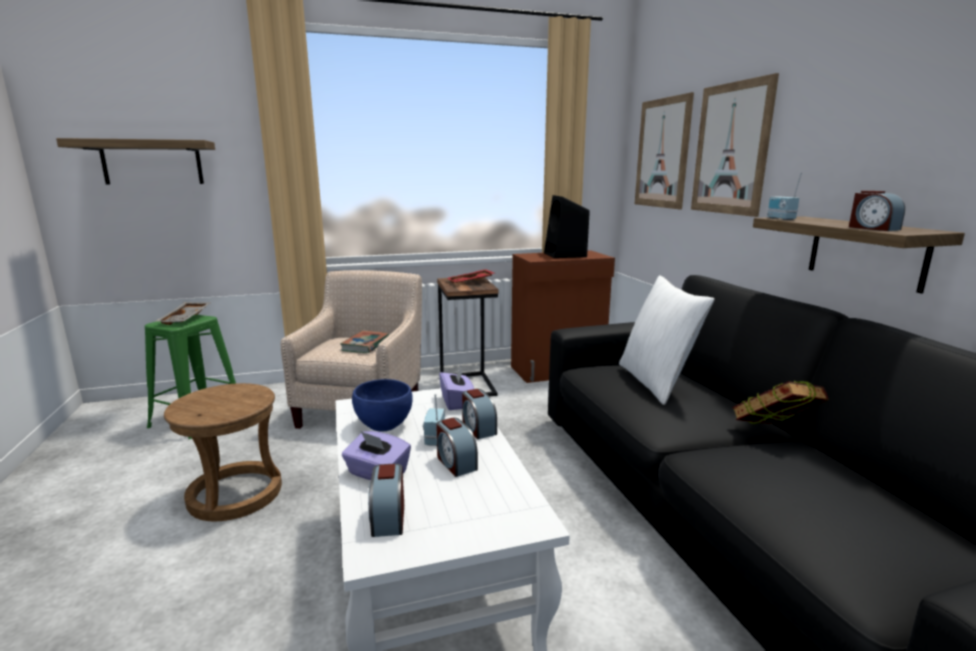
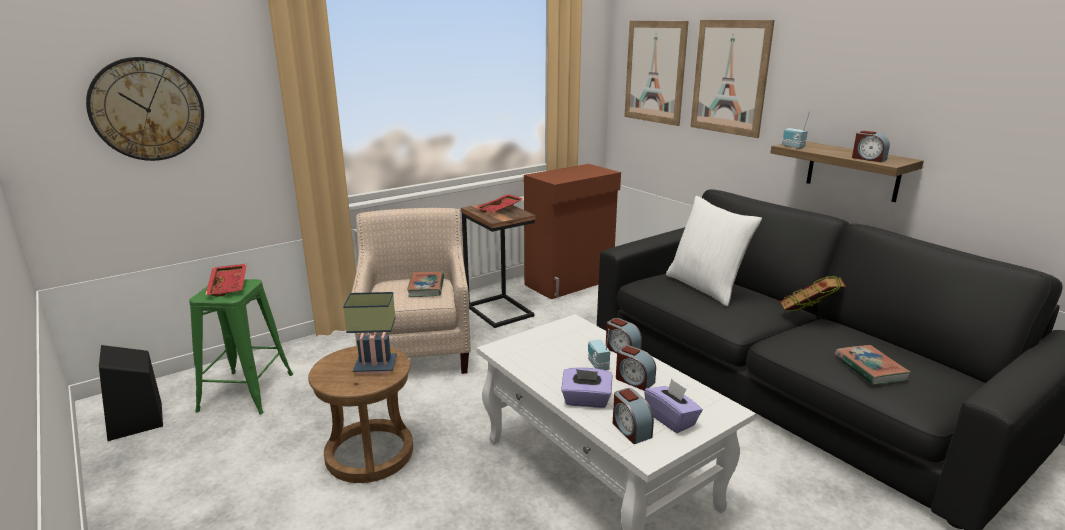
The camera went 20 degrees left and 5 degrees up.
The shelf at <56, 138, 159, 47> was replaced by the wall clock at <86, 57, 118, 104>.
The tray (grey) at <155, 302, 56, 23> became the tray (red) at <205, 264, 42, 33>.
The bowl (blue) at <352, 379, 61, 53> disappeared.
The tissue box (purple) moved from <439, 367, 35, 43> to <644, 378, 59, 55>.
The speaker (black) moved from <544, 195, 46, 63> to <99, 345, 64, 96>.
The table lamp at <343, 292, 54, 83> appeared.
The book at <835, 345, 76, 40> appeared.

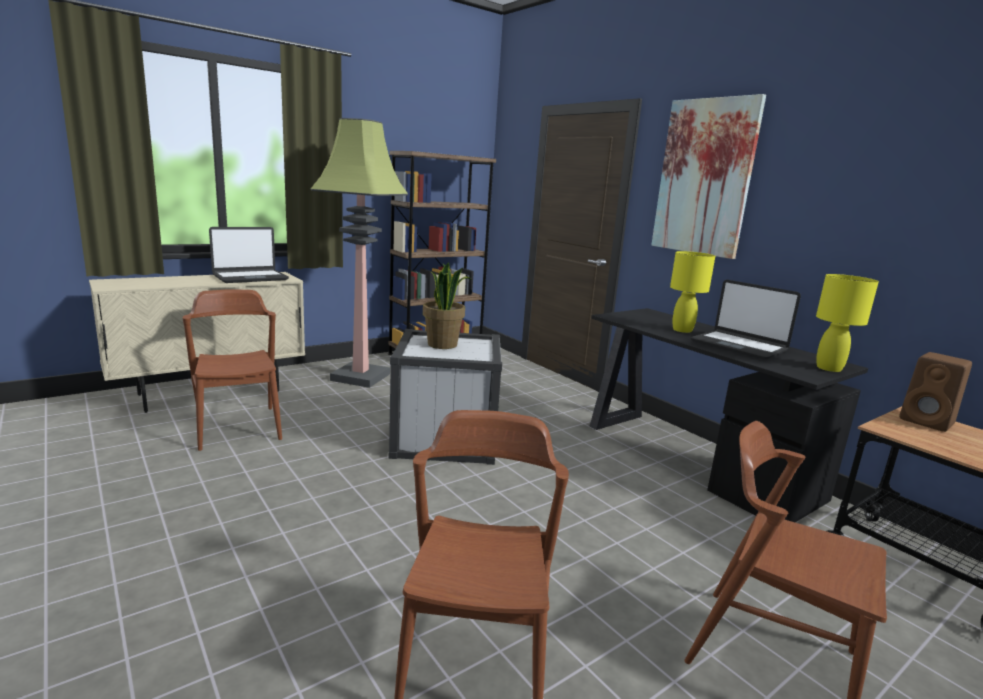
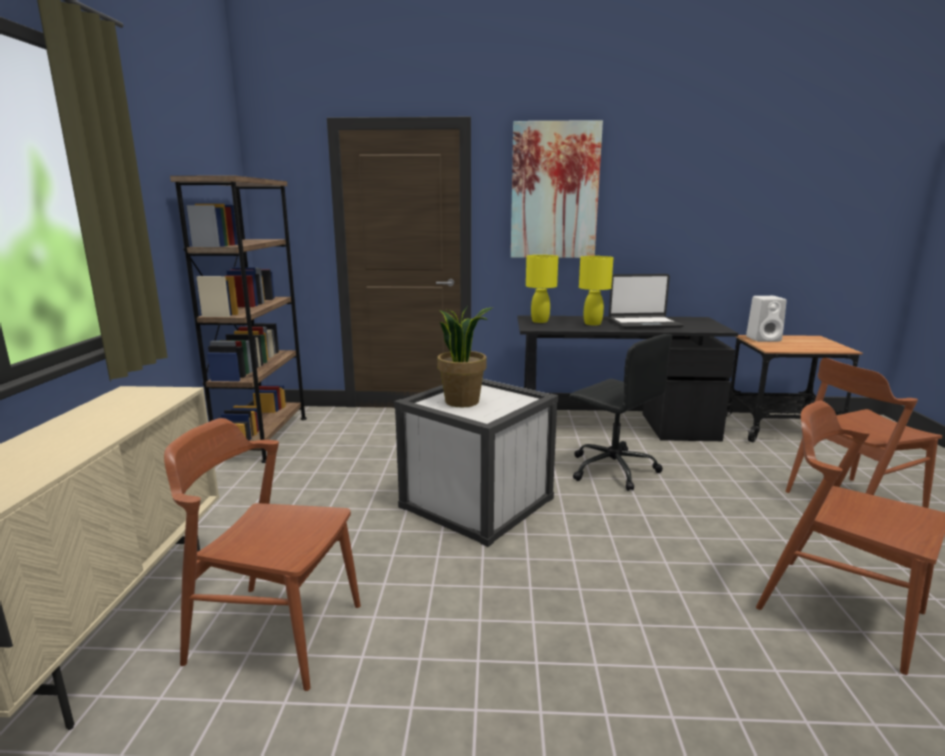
The camera went 50 degrees left and 0 degrees up.
The laptop at <209, 227, 80, 56> disappeared.
The floor lamp at <310, 118, 98, 270> disappeared.
The table lamp (yellow) moved from <816, 274, 63, 98> to <526, 255, 32, 68>.
The speaker (brown) at <899, 352, 73, 80> became the speaker (white) at <746, 296, 40, 46>.
The office chair (black) at <569, 334, 103, 157> appeared.

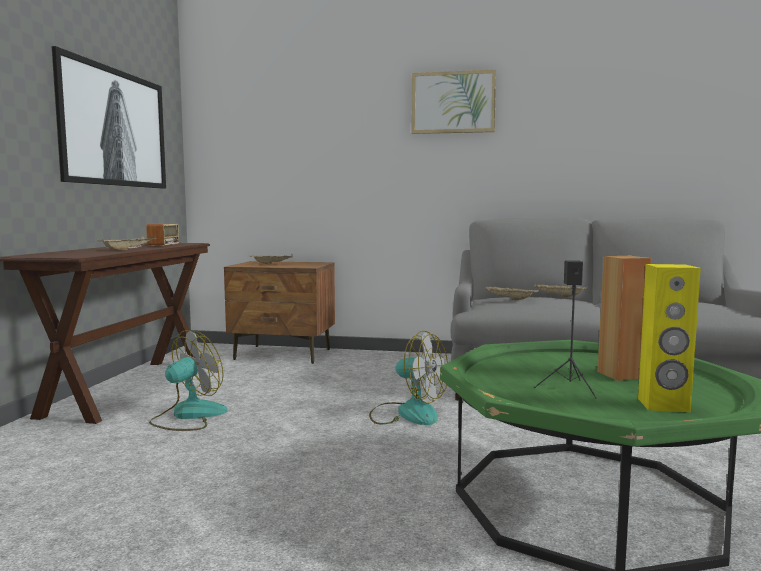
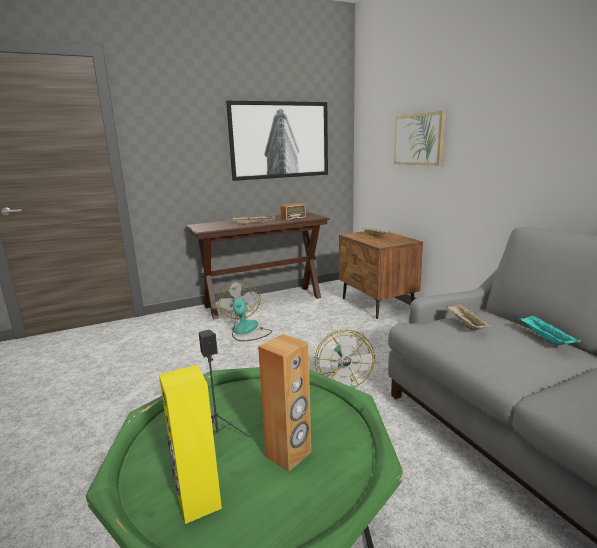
The camera went 55 degrees right and 10 degrees up.
The fan at <149, 330, 78, 101> turned 105 degrees counterclockwise.
The picture moved from <411, 69, 85, 65> to <394, 111, 52, 55>.
The tray (beige) at <534, 284, 54, 13> became the tray (turquoise) at <519, 315, 62, 30>.

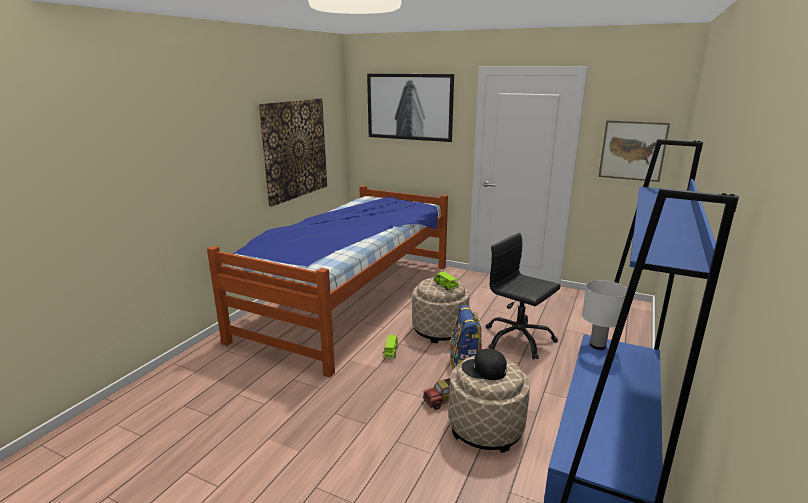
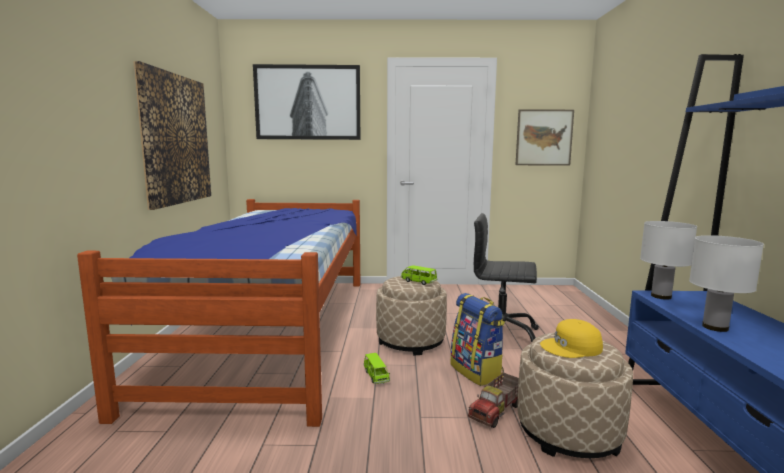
The camera went 25 degrees left and 10 degrees down.
The cap (black) at <462, 349, 45, 31> became the cap (yellow) at <540, 319, 63, 39>.
The table lamp (white) at <689, 235, 75, 97> appeared.

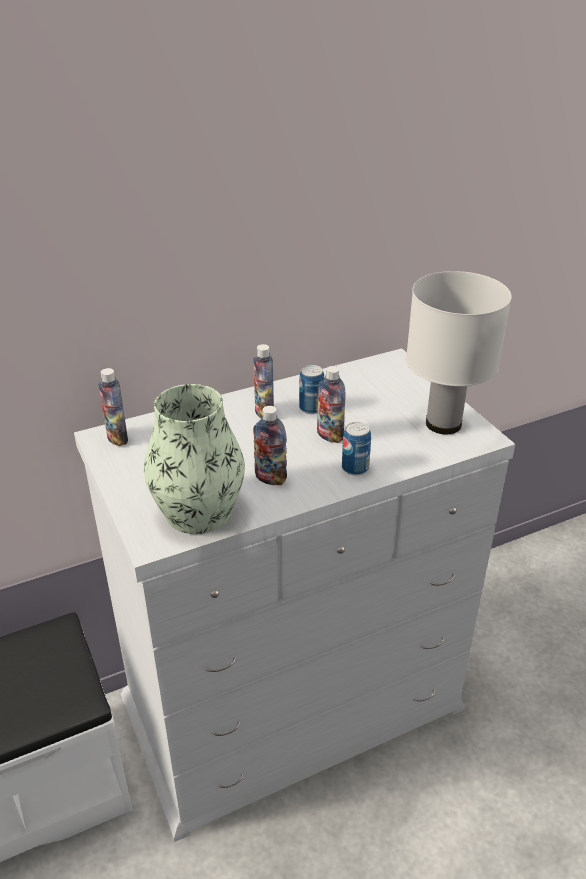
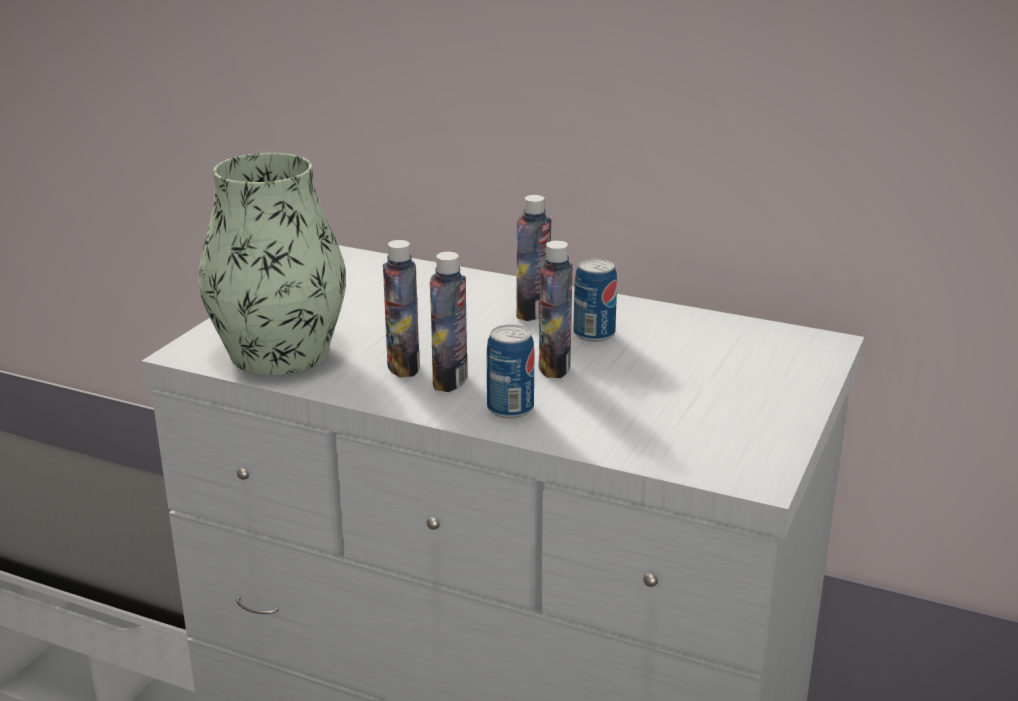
The camera went 50 degrees right and 10 degrees down.
The bottle moved from <98, 368, 30, 78> to <430, 252, 38, 140>.
The table lamp (white) at <406, 271, 106, 163> disappeared.

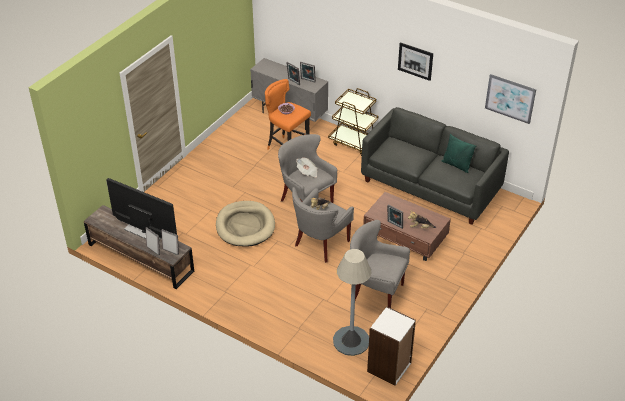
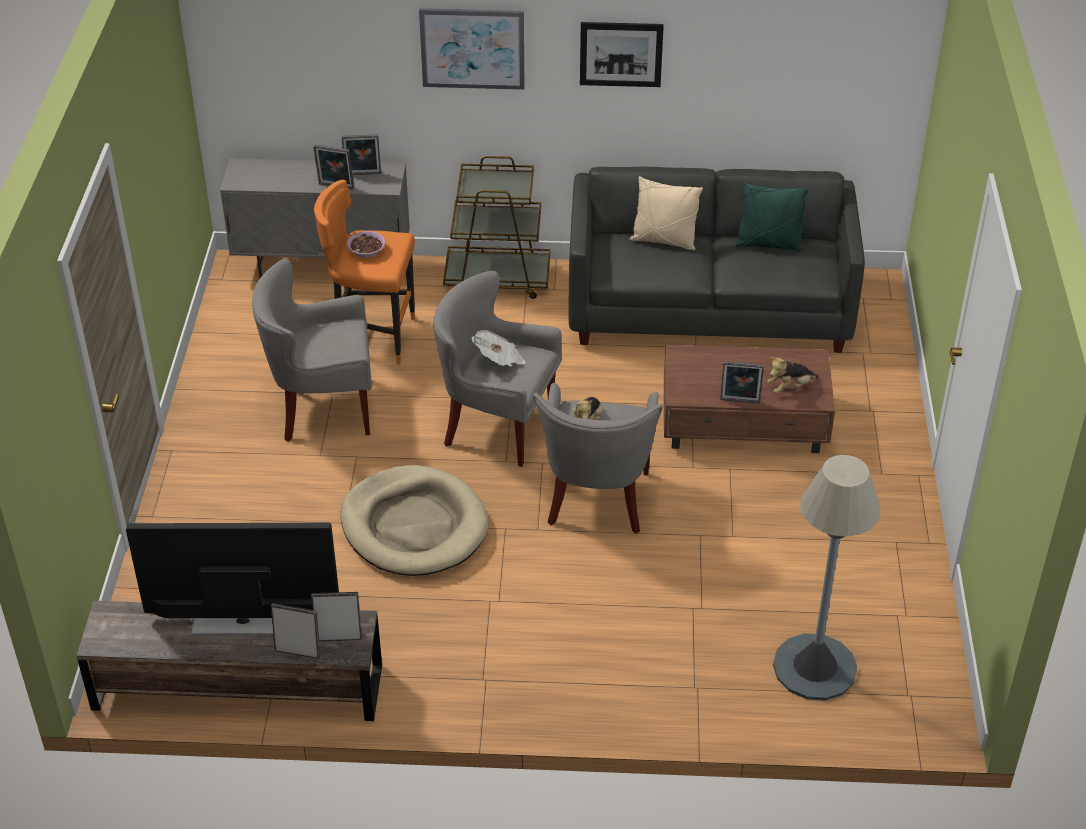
The camera went 30 degrees left and 0 degrees up.
The armchair (grey) moved from <350, 220, 60, 88> to <252, 259, 120, 183>.
The bookcase (white) at <367, 307, 49, 79> disappeared.
The picture moved from <485, 74, 51, 50> to <419, 8, 105, 82>.
The pillow (beige) at <630, 176, 73, 74> appeared.

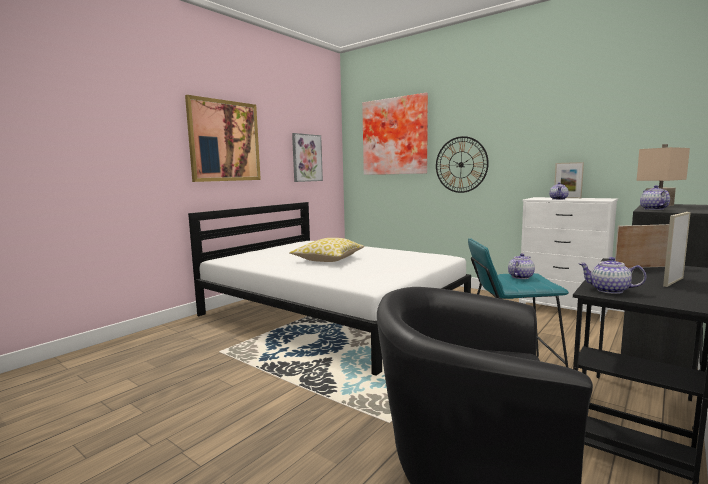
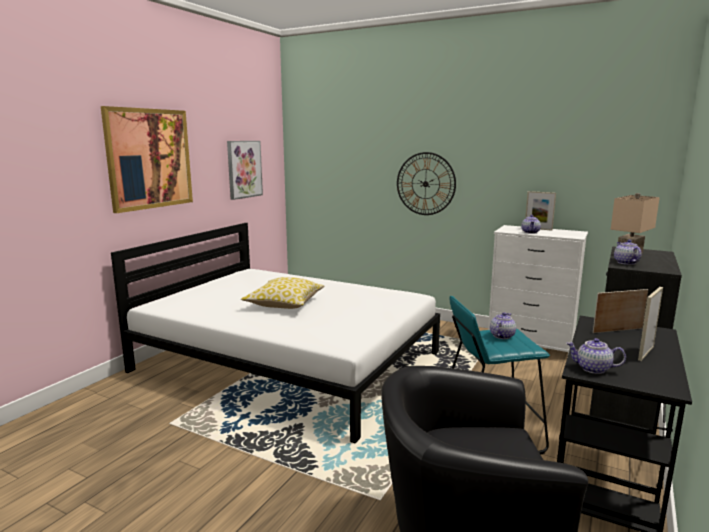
The camera went 10 degrees left and 5 degrees up.
The picture at <362, 93, 66, 82> disappeared.

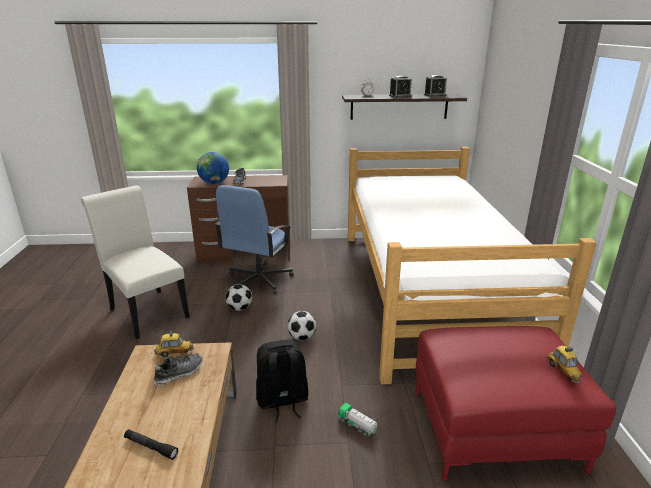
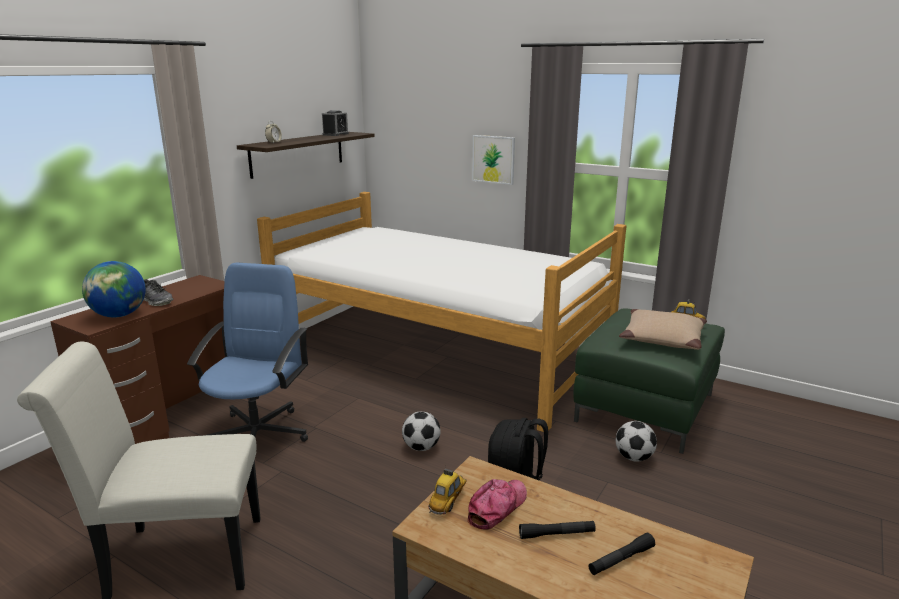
The camera went 55 degrees left and 5 degrees down.
The shoe at <154, 353, 49, 33> was replaced by the cap at <467, 479, 60, 51>.
The office chair (blue) at <214, 185, 79, 109> turned 135 degrees counterclockwise.
The football moved from <226, 284, 26, 27> to <616, 421, 41, 41>.
The toy truck at <338, 403, 39, 34> disappeared.
The alarm clock at <389, 76, 23, 22> disappeared.
The ottoman (red) at <415, 326, 201, 155> became the ottoman (green) at <574, 308, 151, 146>.
The picture at <472, 135, 43, 50> appeared.
The flashlight (black) at <519, 521, 77, 18> appeared.
The pillow (beige) at <619, 309, 88, 41> appeared.

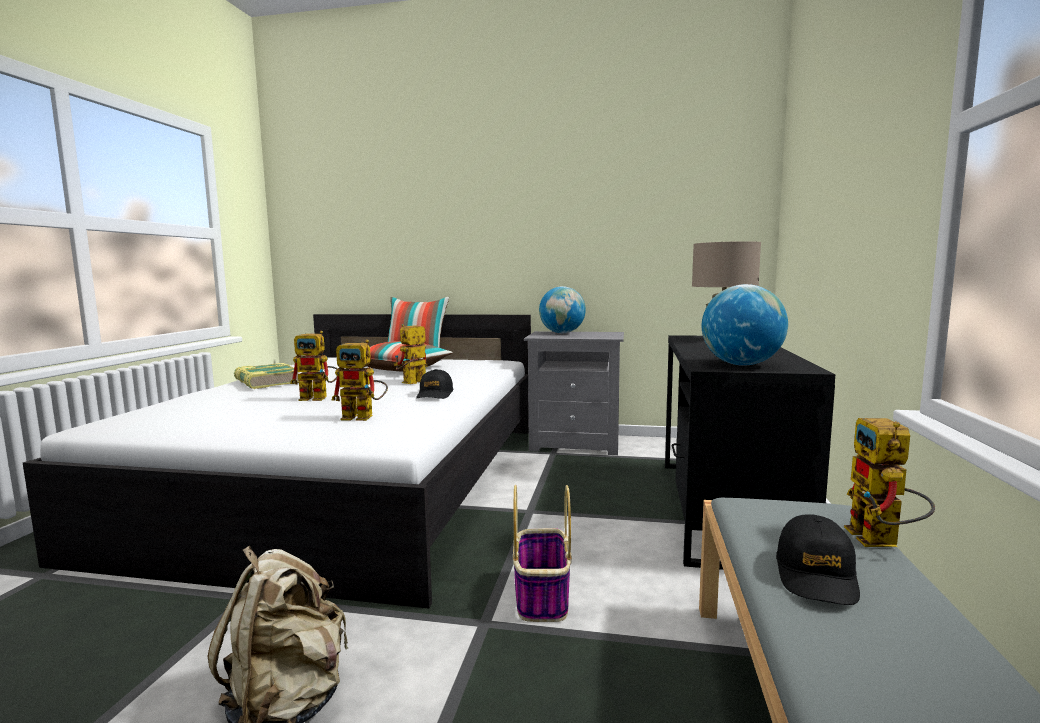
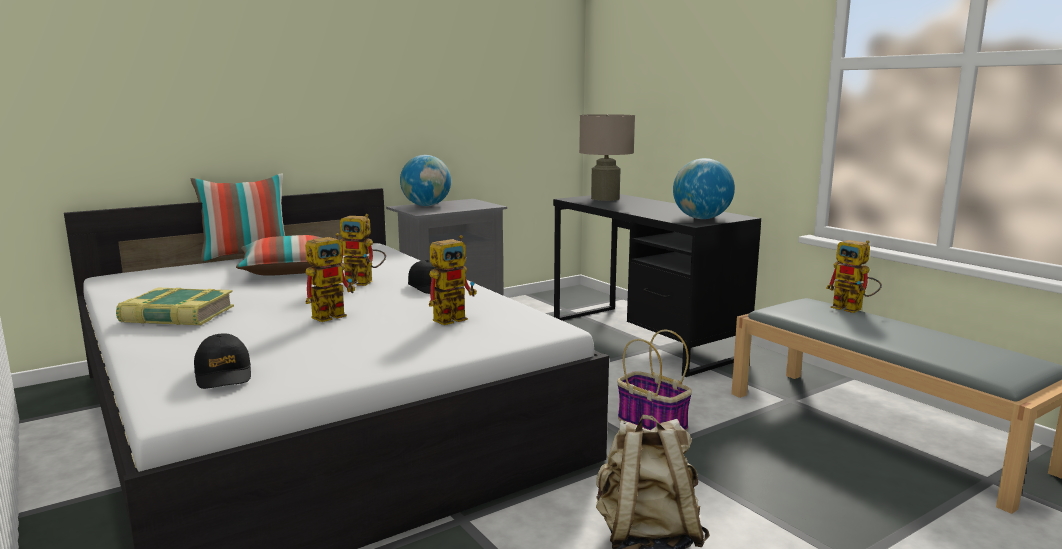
The camera went 45 degrees left and 5 degrees up.
The toy robot at <394, 324, 34, 60> turned 75 degrees counterclockwise.
The cap (black) moved from <776, 515, 84, 90> to <194, 333, 57, 56>.

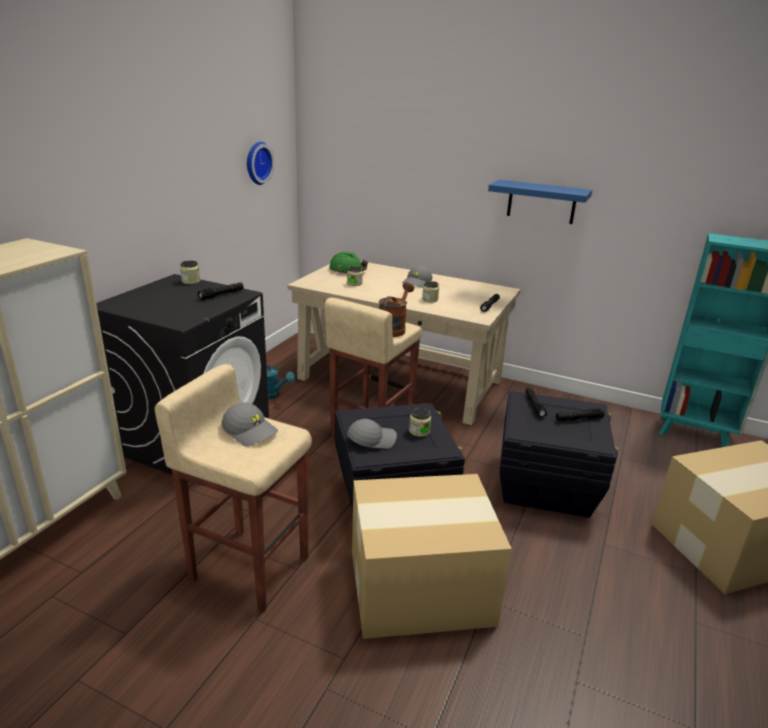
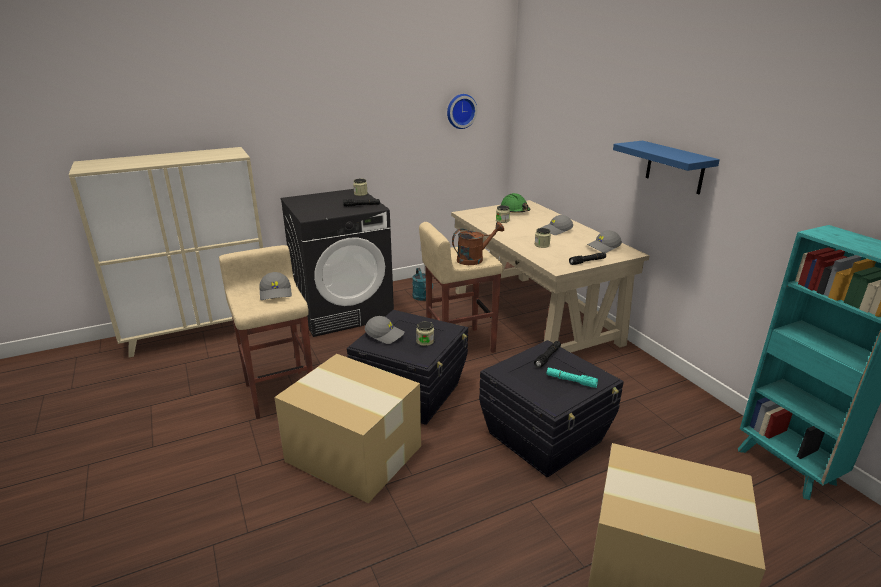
The camera went 40 degrees right and 0 degrees up.
The flashlight (black) at <556, 408, 49, 13> became the flashlight (turquoise) at <546, 368, 52, 20>.
The cap (grey) at <587, 230, 35, 23> appeared.

